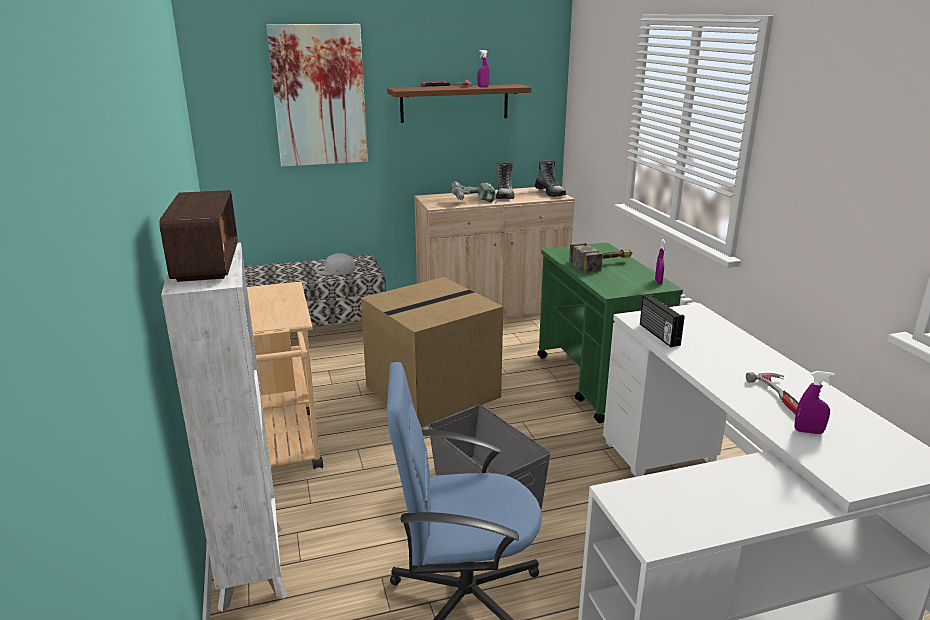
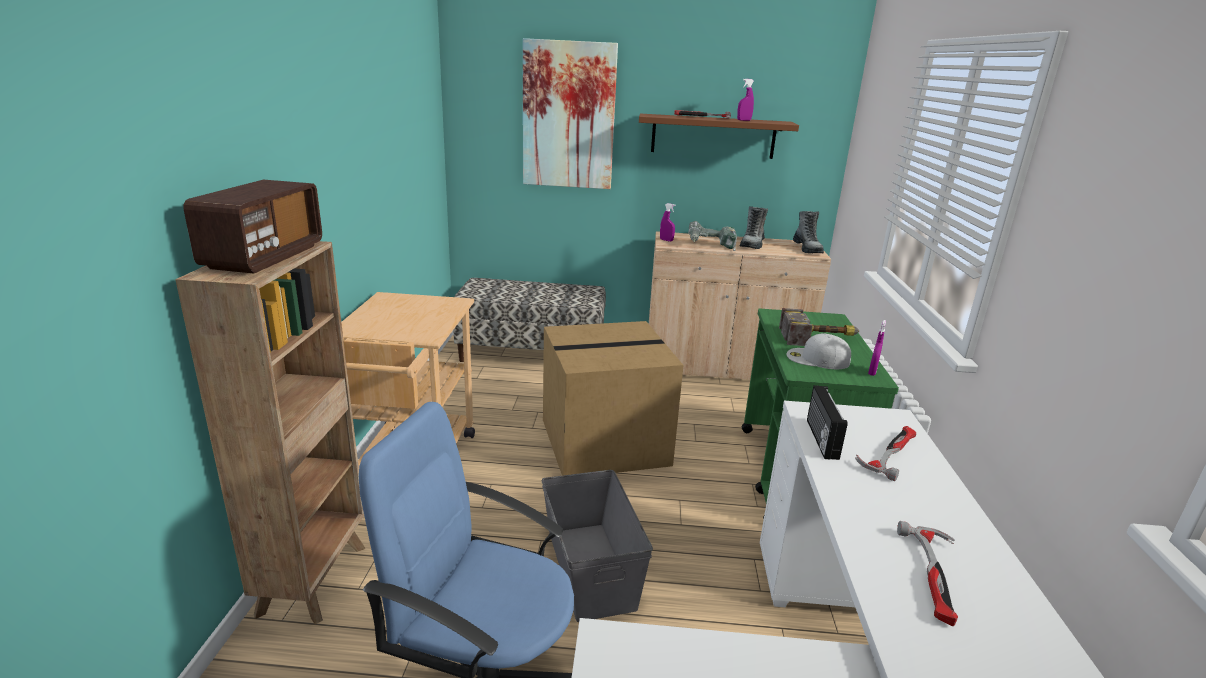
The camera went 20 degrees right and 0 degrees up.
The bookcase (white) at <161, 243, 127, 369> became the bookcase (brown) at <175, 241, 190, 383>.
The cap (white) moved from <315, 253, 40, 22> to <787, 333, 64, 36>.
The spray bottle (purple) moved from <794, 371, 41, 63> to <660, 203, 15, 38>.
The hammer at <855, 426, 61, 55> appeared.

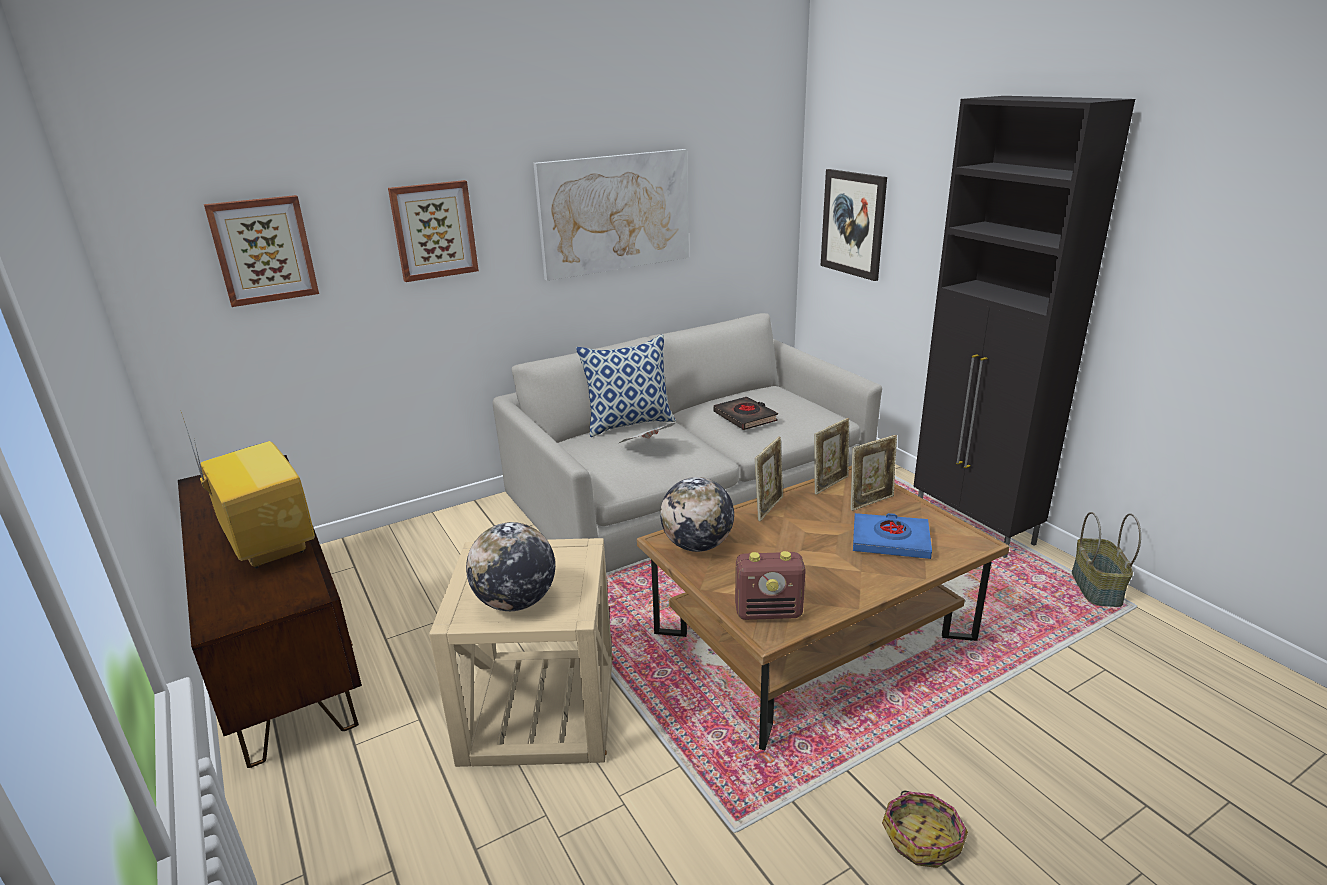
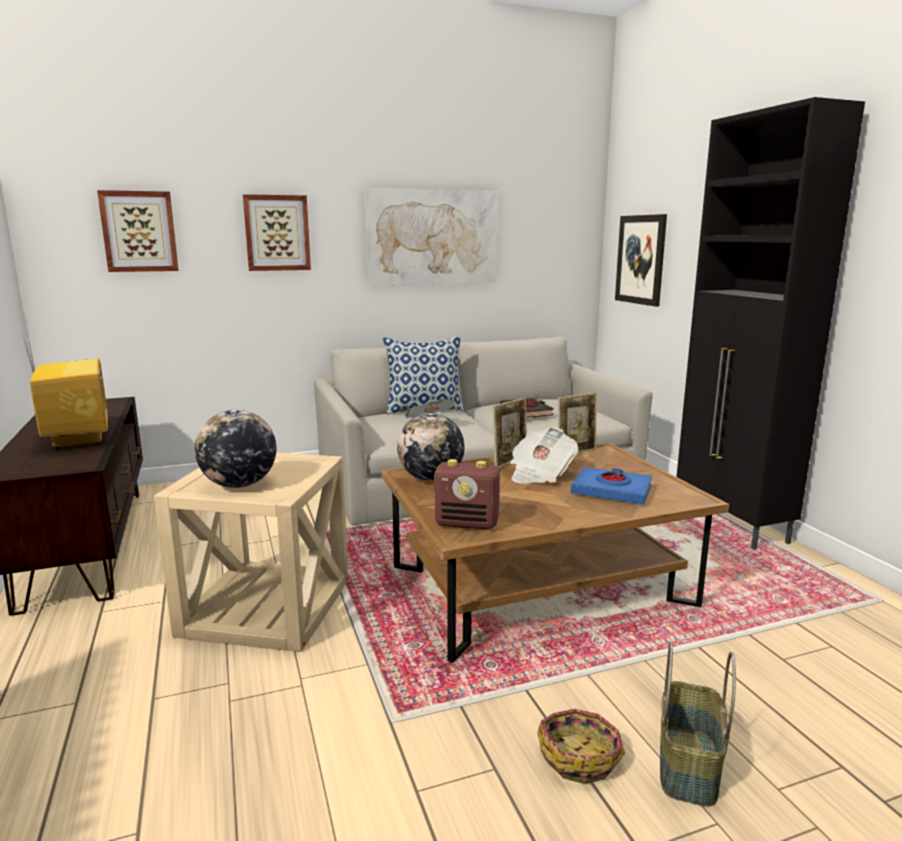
The camera went 10 degrees right and 10 degrees down.
The picture frame at <851, 435, 46, 76> disappeared.
The basket moved from <1072, 512, 69, 95> to <660, 641, 76, 166>.
The newspaper at <510, 427, 68, 57> appeared.

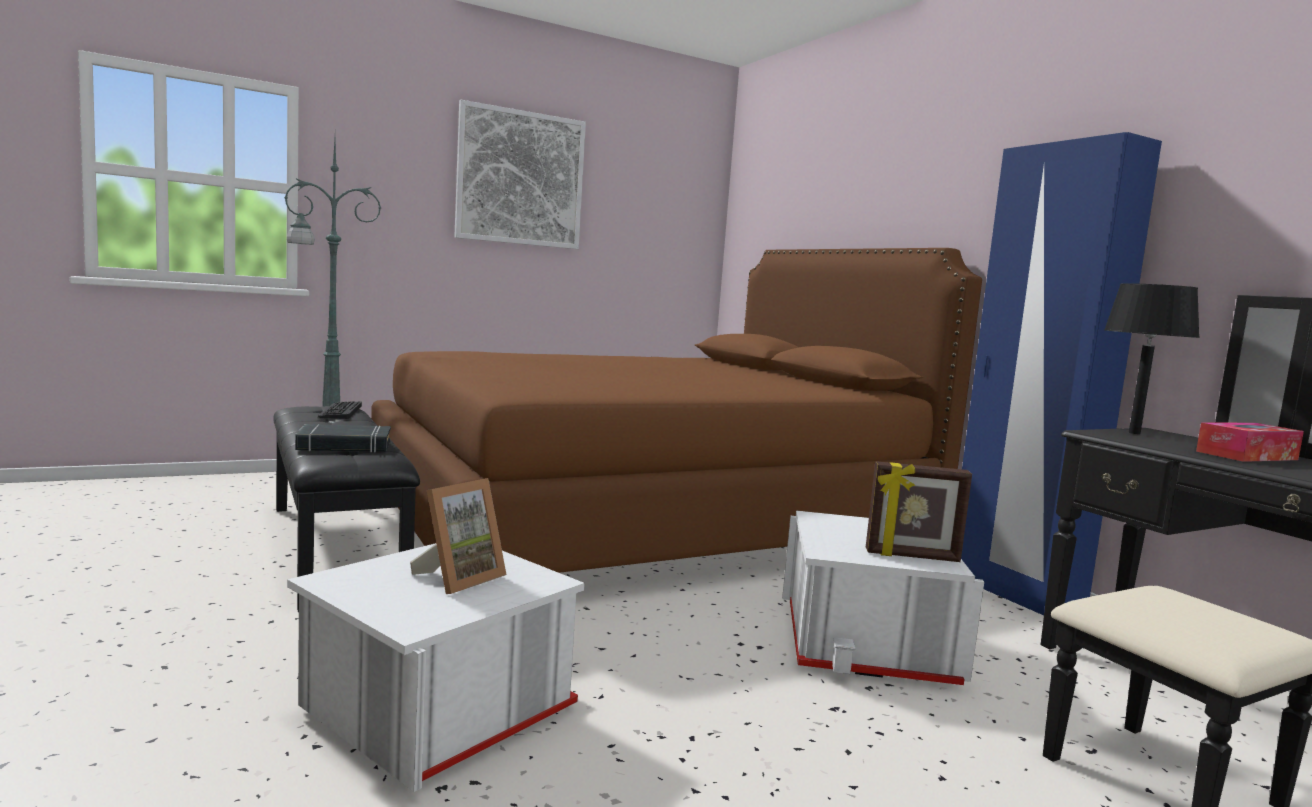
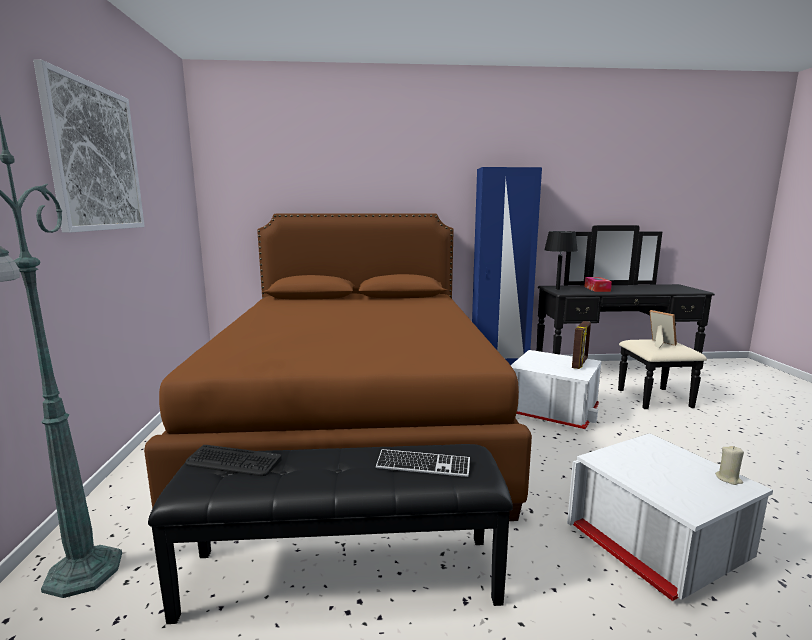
The camera went 65 degrees left and 5 degrees up.
The book (black) at <295, 424, 96, 28> was replaced by the keyboard at <376, 449, 94, 28>.
The picture frame moved from <410, 478, 97, 116> to <650, 310, 27, 38>.
The candle (beige) at <715, 446, 29, 39> appeared.

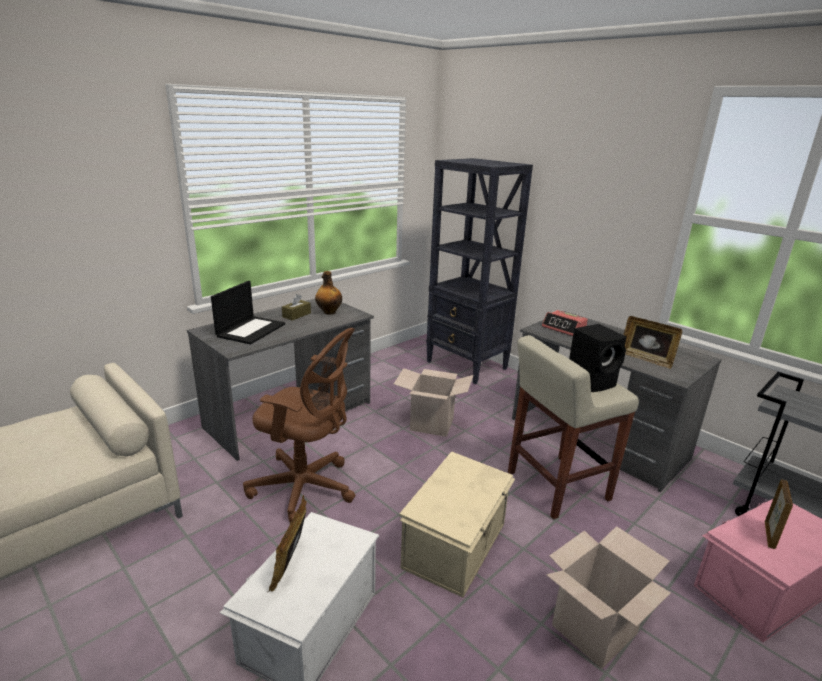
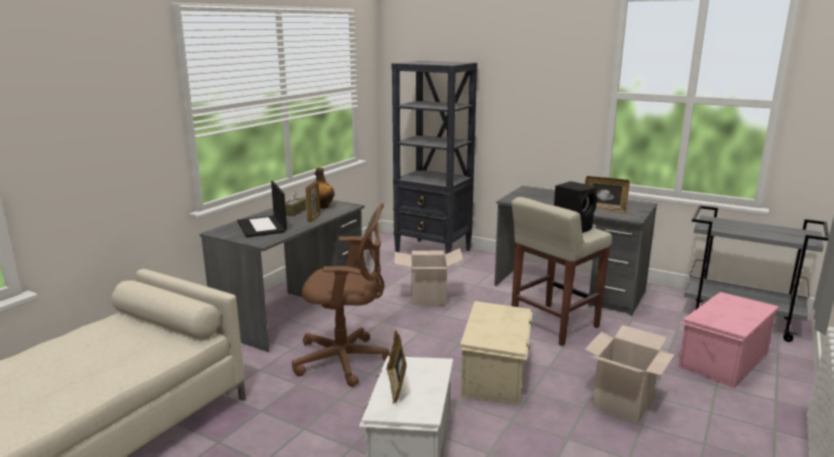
The camera went 15 degrees left and 5 degrees down.
The laptop at <211, 281, 74, 63> turned 150 degrees clockwise.
The alarm clock at <542, 310, 46, 26> disappeared.
The picture frame moved from <765, 479, 28, 70> to <306, 181, 14, 41>.

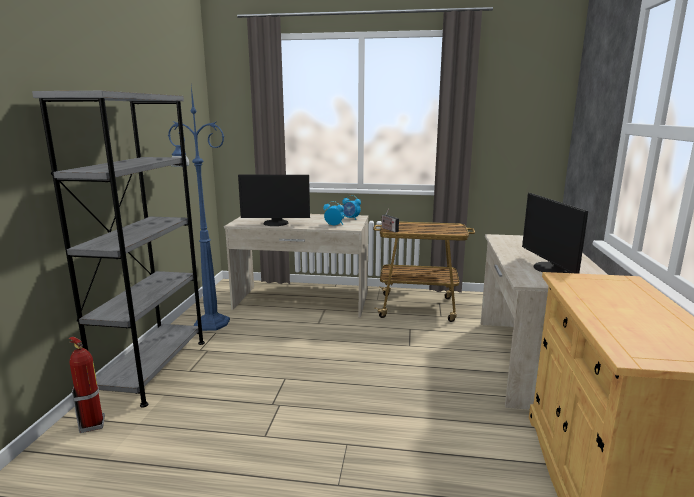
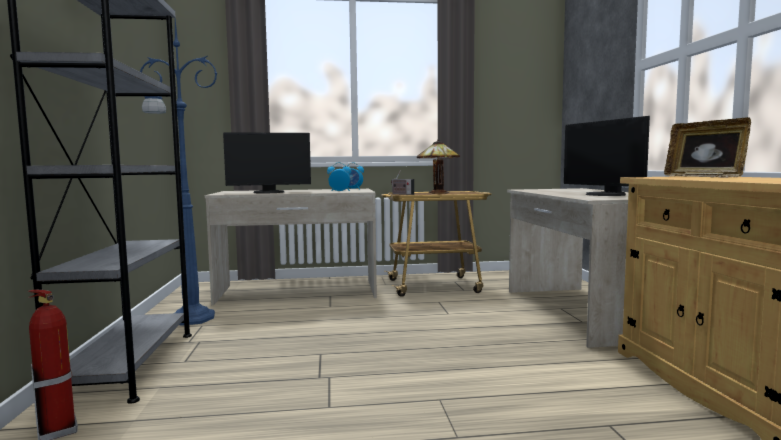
The camera went 15 degrees left and 10 degrees down.
The table lamp at <417, 139, 43, 55> appeared.
The picture frame at <664, 117, 87, 61> appeared.

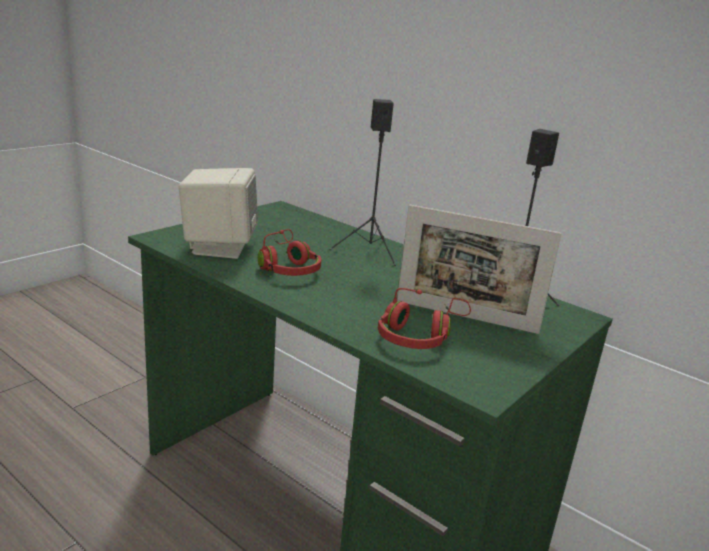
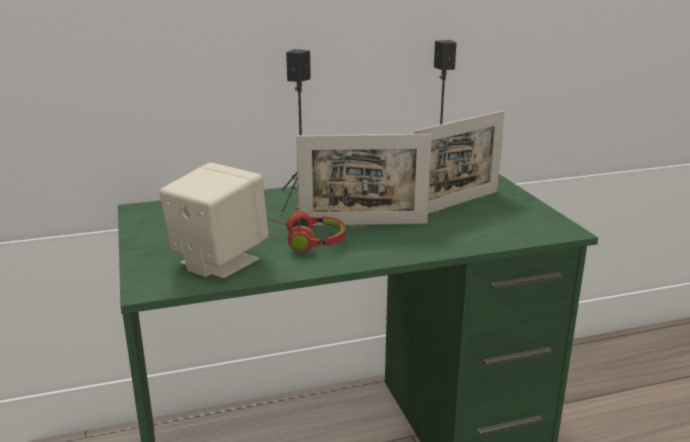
The camera went 55 degrees left and 0 degrees up.
The headphones (red) at <378, 288, 93, 61> disappeared.
The picture frame at <296, 134, 136, 92> appeared.

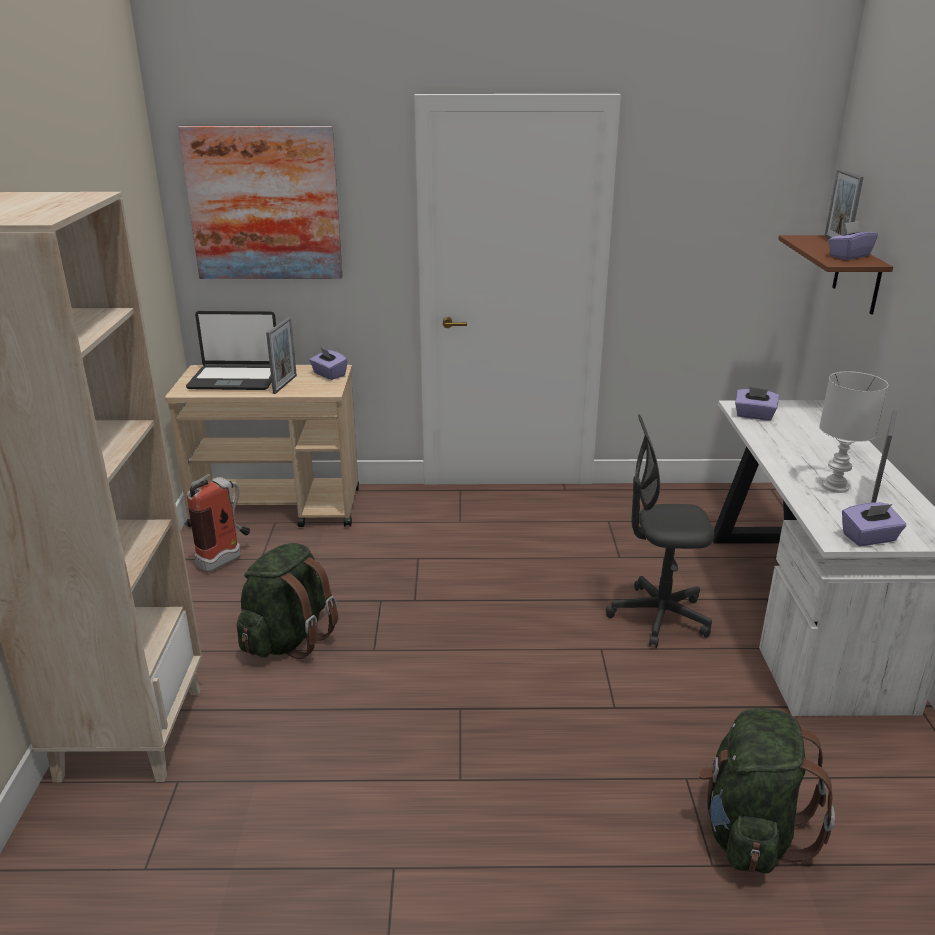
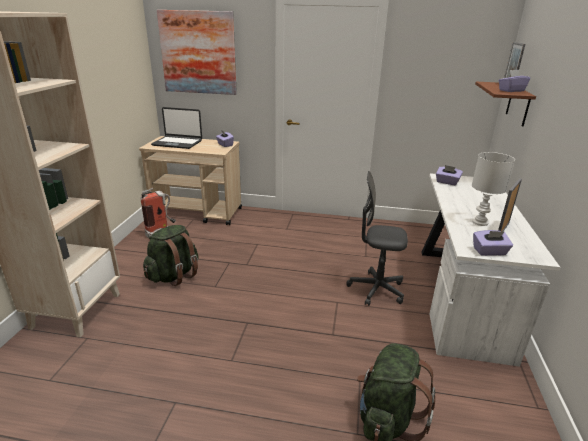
The camera went 10 degrees right and 0 degrees up.
The picture frame at <266, 317, 31, 77> disappeared.

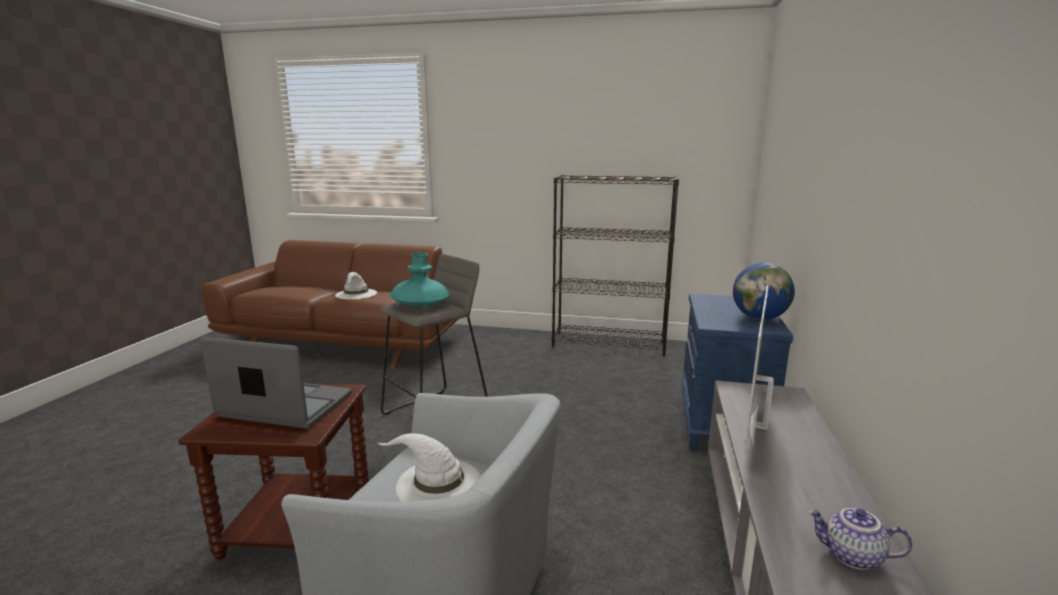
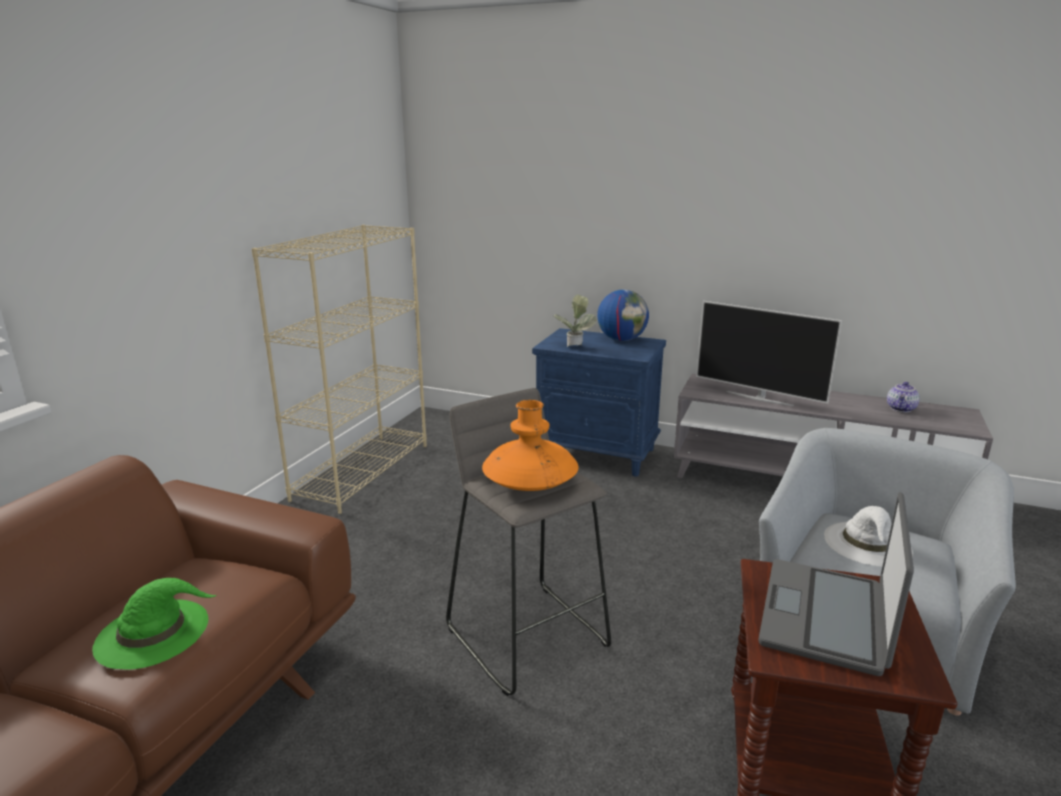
The camera went 80 degrees left and 5 degrees up.
The hat (white) at <335, 272, 42, 27> became the hat (green) at <92, 578, 125, 92>.
The vase (turquoise) at <390, 252, 60, 55> became the vase (orange) at <482, 400, 96, 91>.
The bookcase (black) at <552, 175, 127, 181> became the bookcase (beige) at <252, 225, 175, 289>.
The potted plant at <554, 295, 43, 52> appeared.

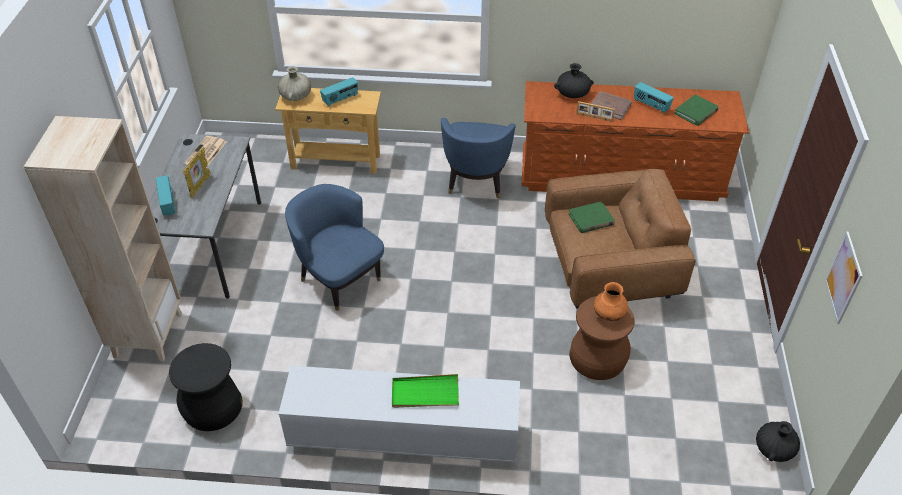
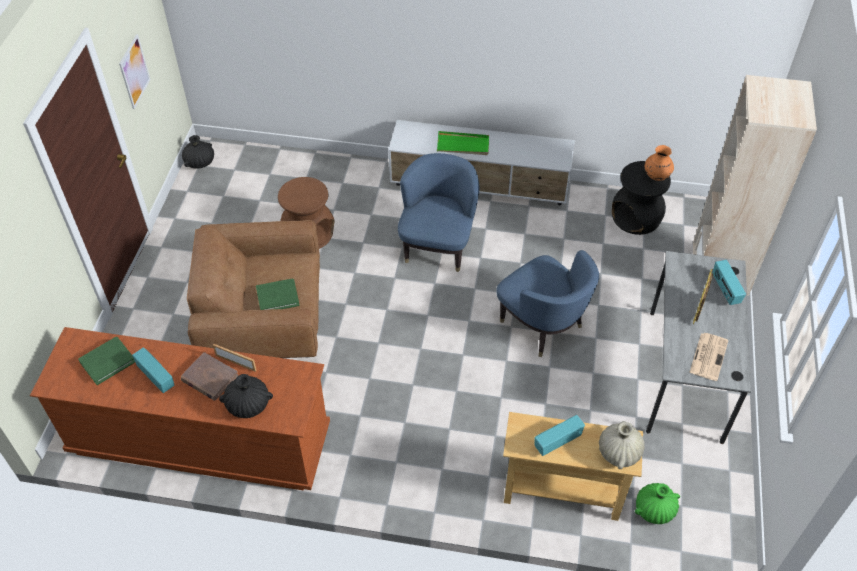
The camera went 175 degrees left and 5 degrees up.
The armchair (blue) moved from <441, 118, 75, 81> to <398, 153, 81, 119>.
The vase (orange) moved from <594, 282, 34, 39> to <645, 145, 29, 36>.
The vase (green) at <635, 483, 45, 41> appeared.

